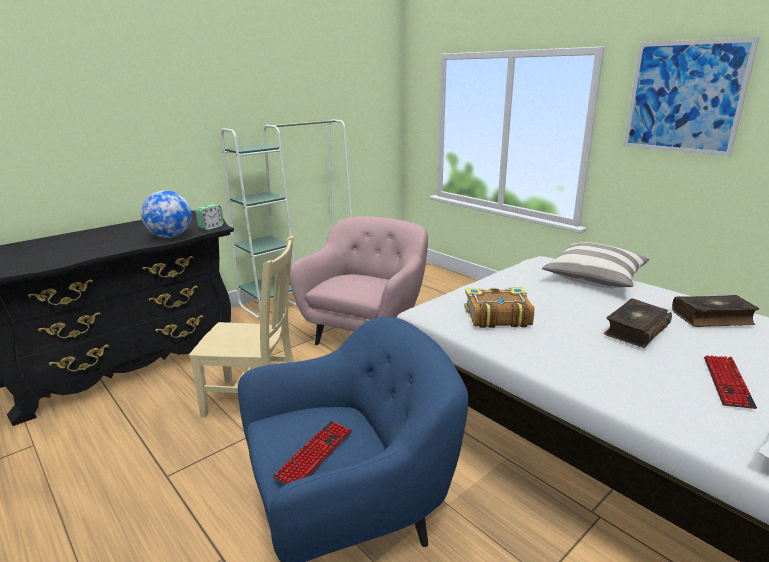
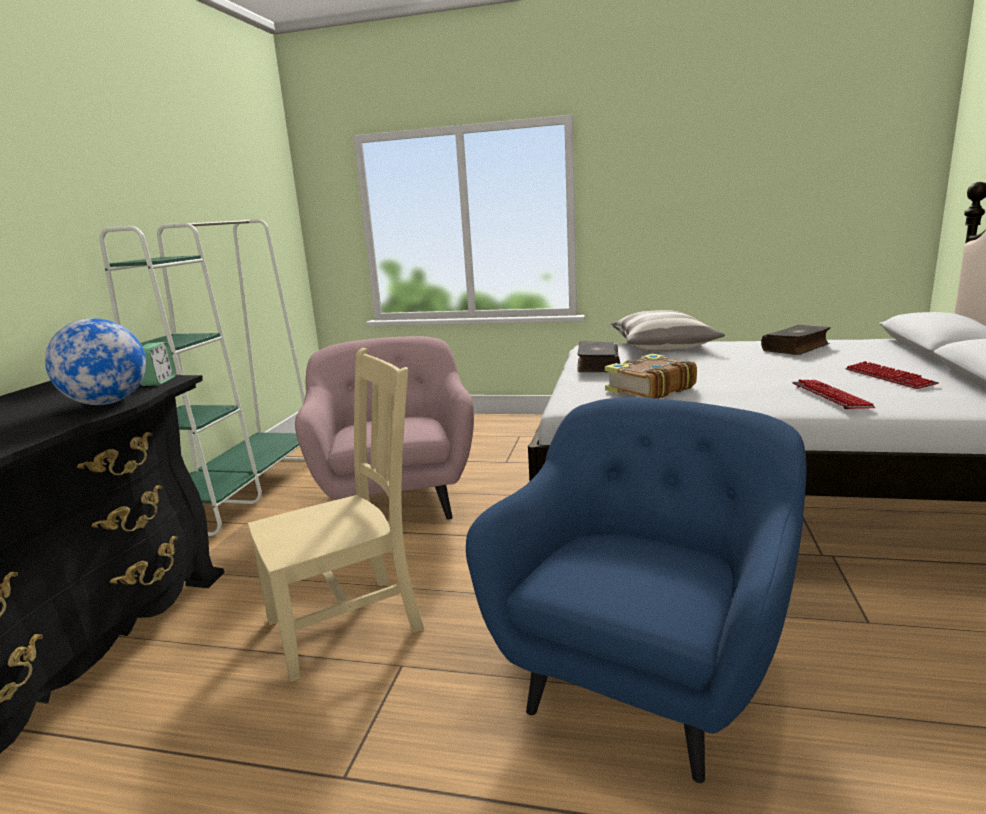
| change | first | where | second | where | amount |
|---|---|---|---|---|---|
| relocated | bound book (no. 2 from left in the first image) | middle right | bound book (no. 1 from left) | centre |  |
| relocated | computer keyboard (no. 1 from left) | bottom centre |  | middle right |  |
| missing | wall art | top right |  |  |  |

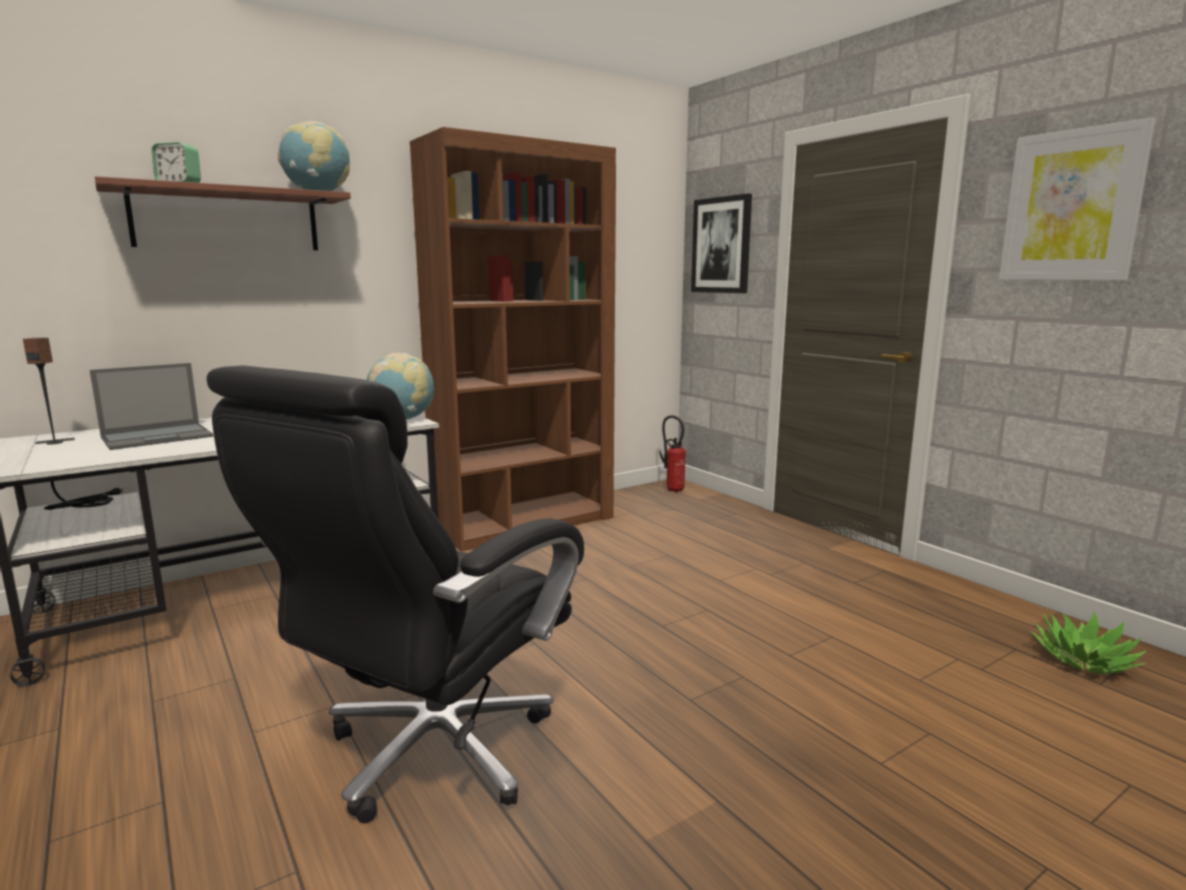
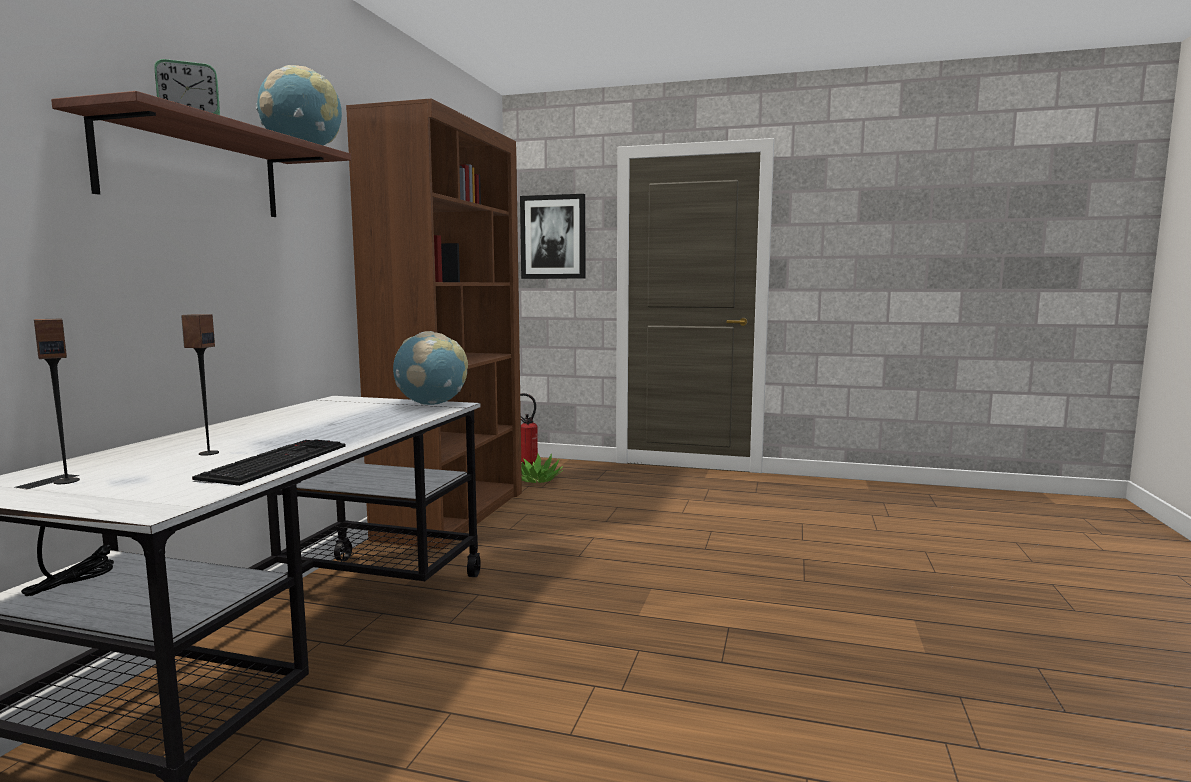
| change | first | where | second | where | amount |
|---|---|---|---|---|---|
| exchanged | portable computer | middle left | audio speaker (no. 2 from left) | middle left |  |
| appeared |  |  | computer keyboard | middle left |  |
| relocated | houseplant | bottom right |  | centre |  |
| missing | blackish computer chair | bottom left |  |  |  |
| missing | wall art (no. 2 from left) | top right |  |  |  |

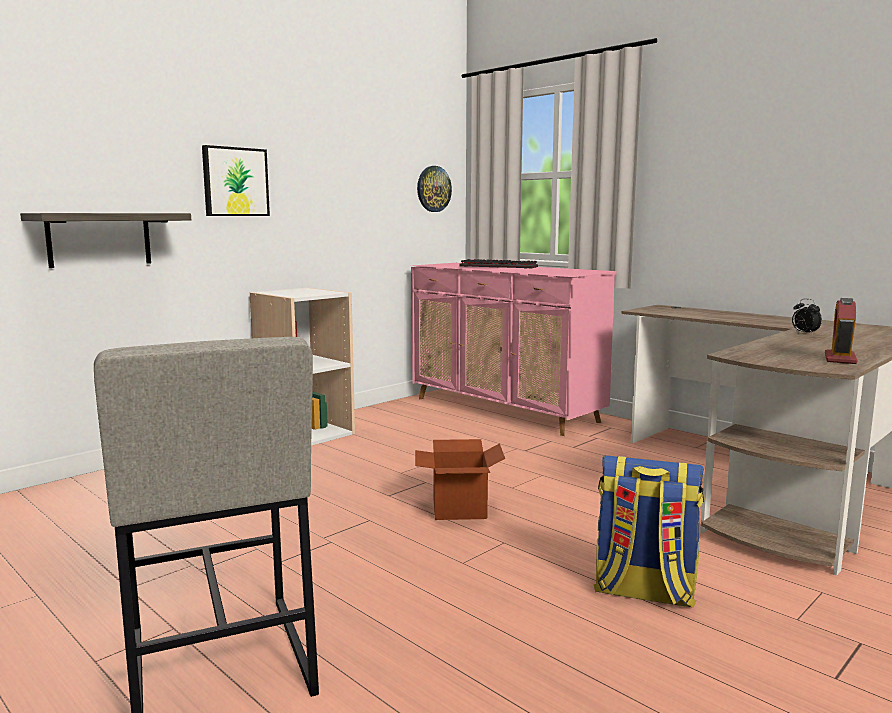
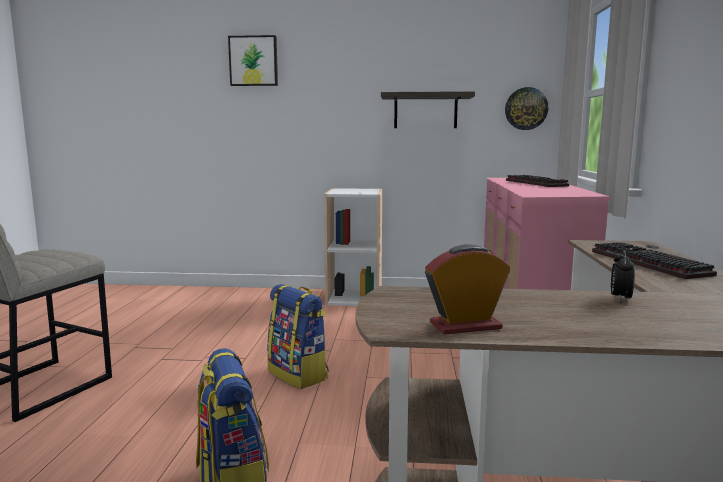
| change | first | where | second | where | amount |
|---|---|---|---|---|---|
| relocated | wall art | top left |  | top centre |  |
| exchanged | cardboard box | bottom centre | knapsack (no. 2 from left) | bottom centre |  |
| relocated | wall shelf | middle left |  | top centre |  |
| appeared |  |  | computer keyboard (no. 2 from left) | middle right |  |

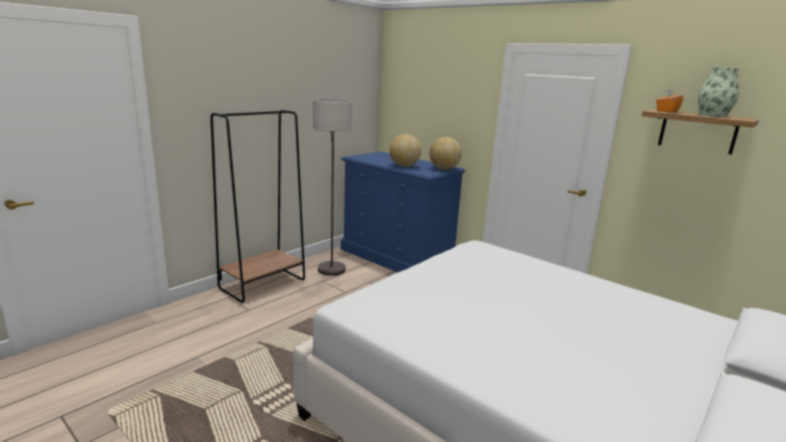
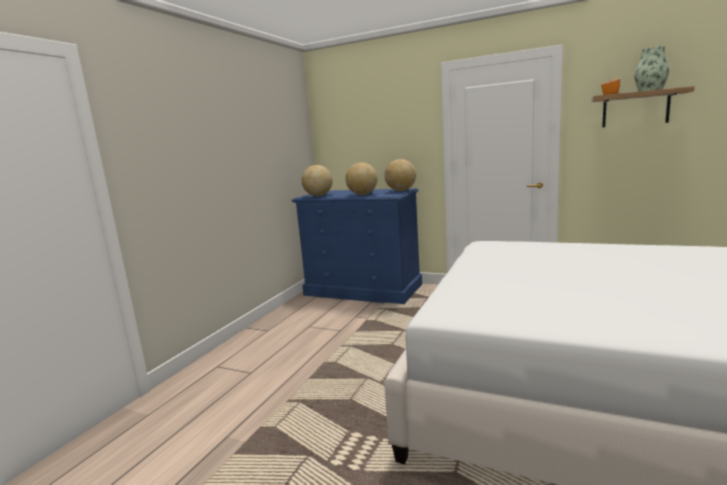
| change | first | where | second | where | amount |
|---|---|---|---|---|---|
| appeared |  |  | world globe (no. 1 from left) | centre |  |
| missing | clothes rack | middle left |  |  |  |
| missing | grey standard lamp | centre |  |  |  |

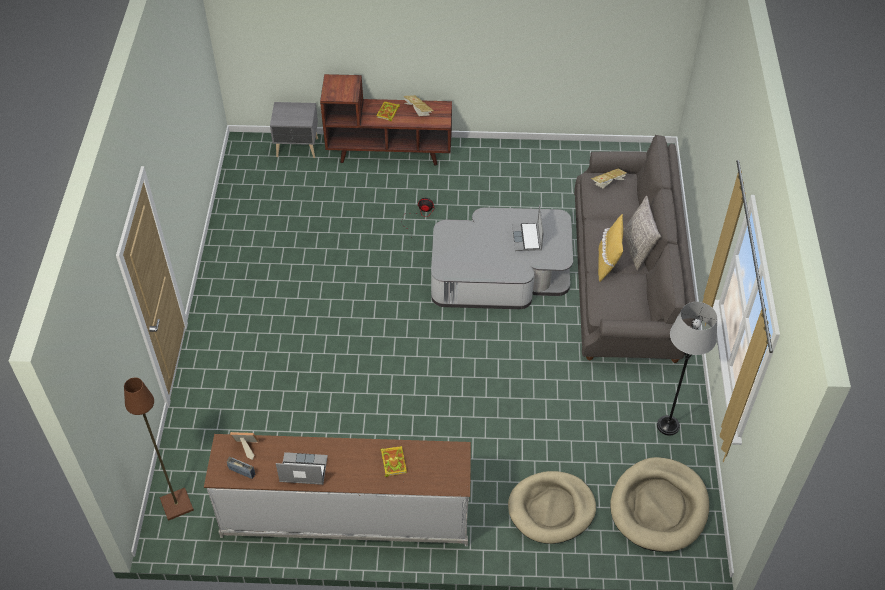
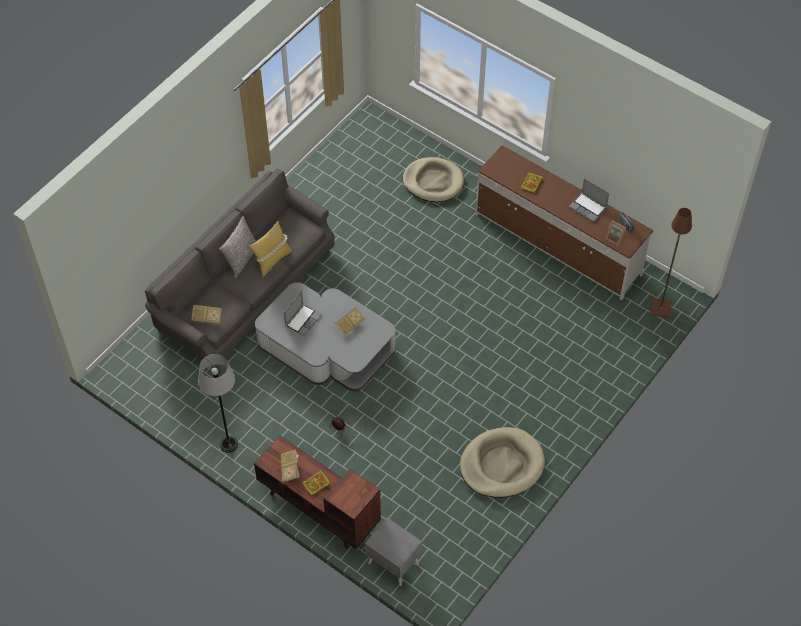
| change | first | where | second | where | amount |
|---|---|---|---|---|---|
| relocated | grey standard lamp | middle right |  | middle left |  |
| appeared |  |  | bound book (no. 4 from left) | centre |  |
| relocated | beige dog bed (no. 2 from left) | bottom right |  | bottom centre |  |

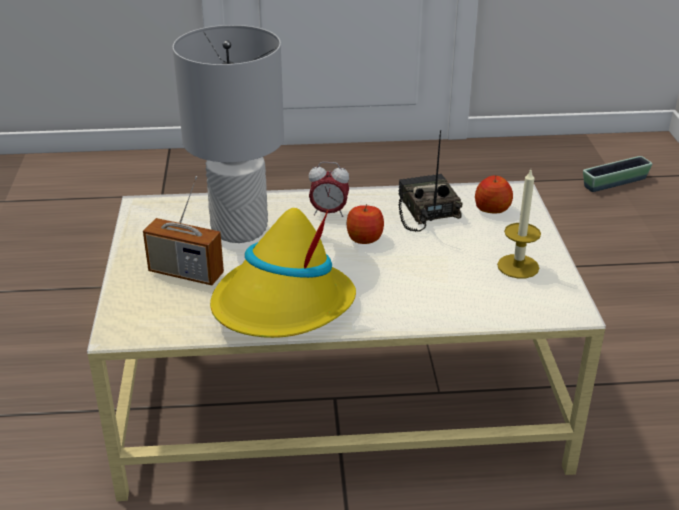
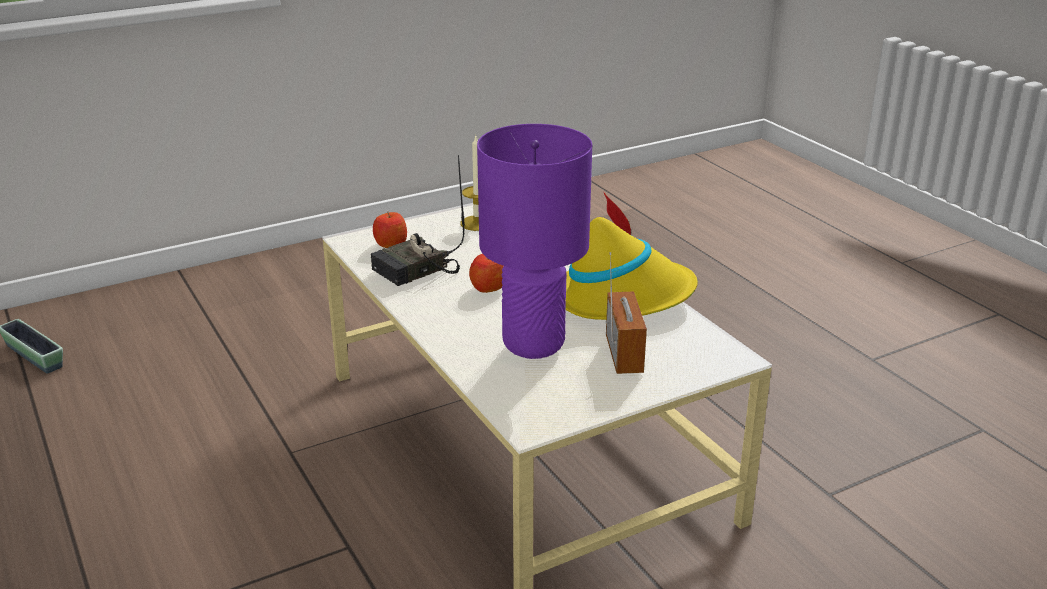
| change | first | where | second | where | amount |
|---|---|---|---|---|---|
| colour | grey lamp for a table | top centre | purple-coloured lamp for a table | centre |  |
| missing | bedside clock | centre |  |  |  |

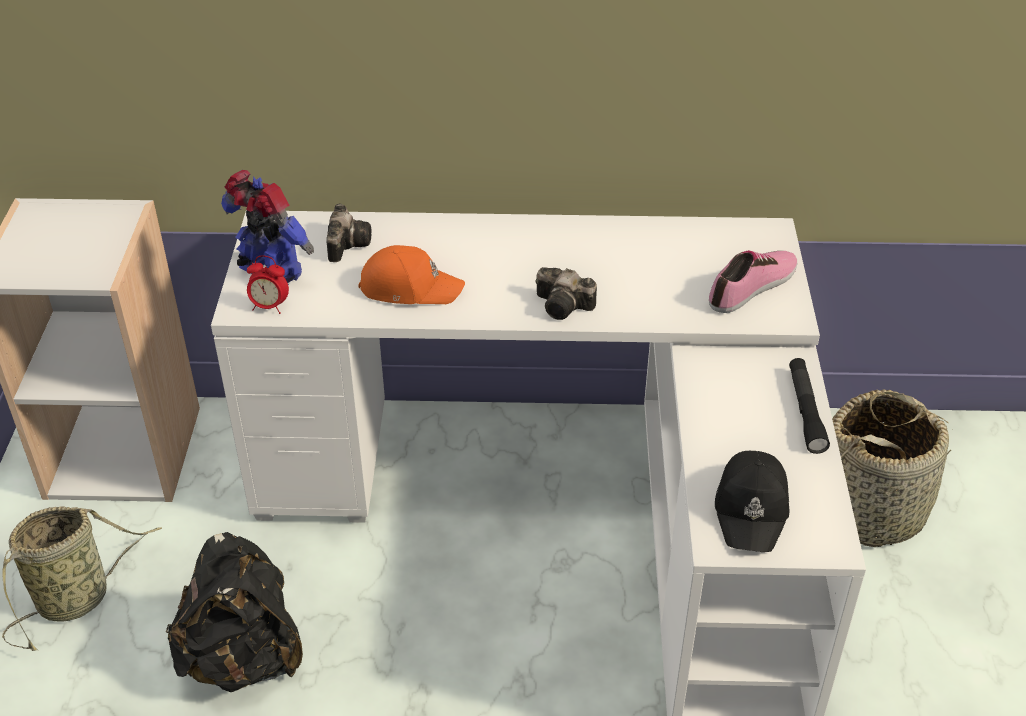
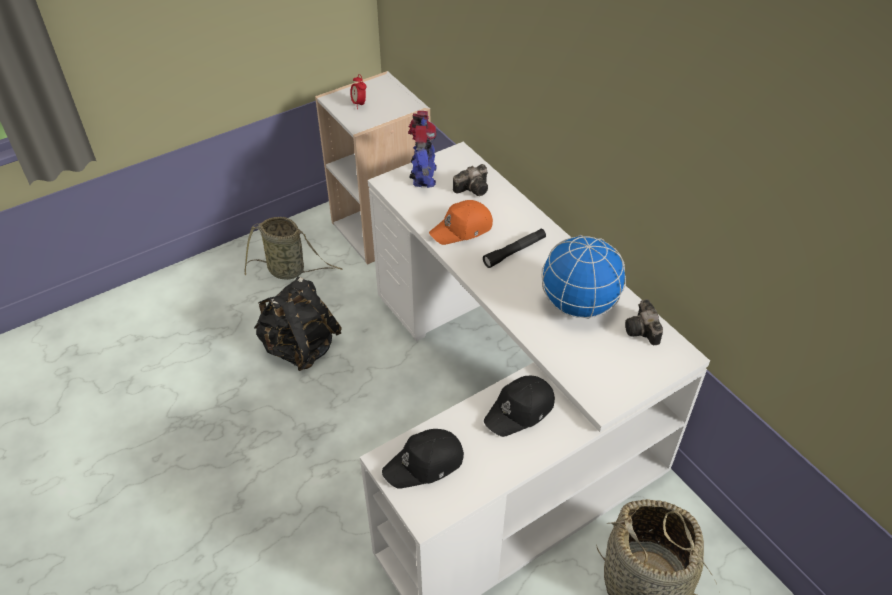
| change | first | where | second | where | amount |
|---|---|---|---|---|---|
| relocated | bedside clock | middle left |  | top centre |  |
| spun | orangey baseball cap | centre |  | centre | 90 degrees clockwise |
| relocated | blackish flashlight | middle right |  | centre |  |
| appeared |  |  | blackish baseball cap (no. 2 from left) | bottom centre |  |
| appeared |  |  | world globe | centre |  |
| relocated | still camera (no. 2 from left) | centre |  | middle right |  |
| missing | item of footwear | middle right |  |  |  |

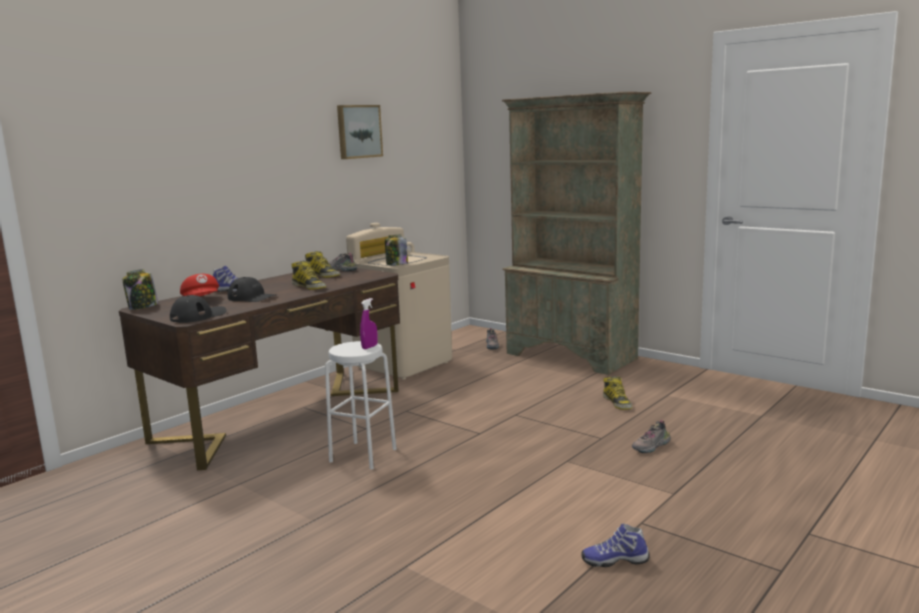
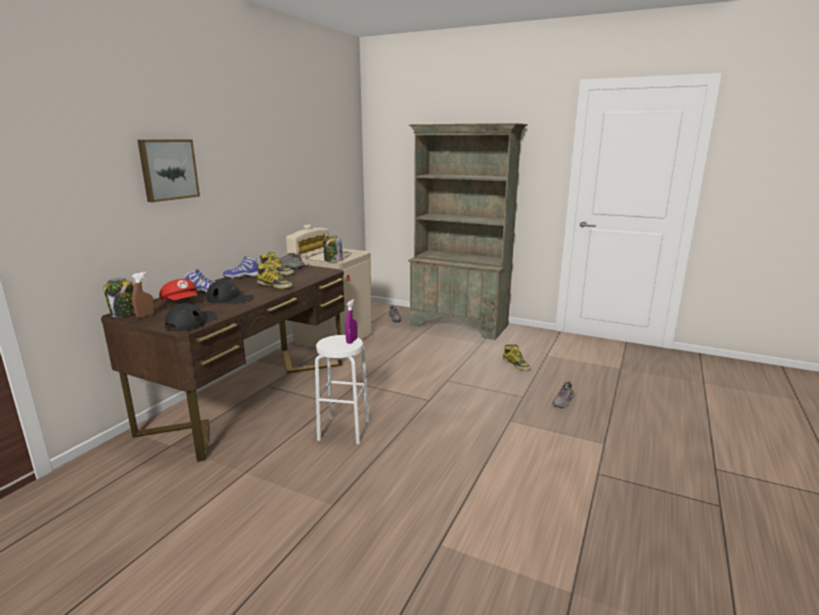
| change | first | where | second | where | amount |
|---|---|---|---|---|---|
| appeared |  |  | brown-coloured sprayer | middle left |  |
| relocated | wall art | top centre |  | top left |  |
| relocated | item of footwear (no. 4 from left in the first image) | bottom right | item of footwear (no. 2 from left) | middle left |  |

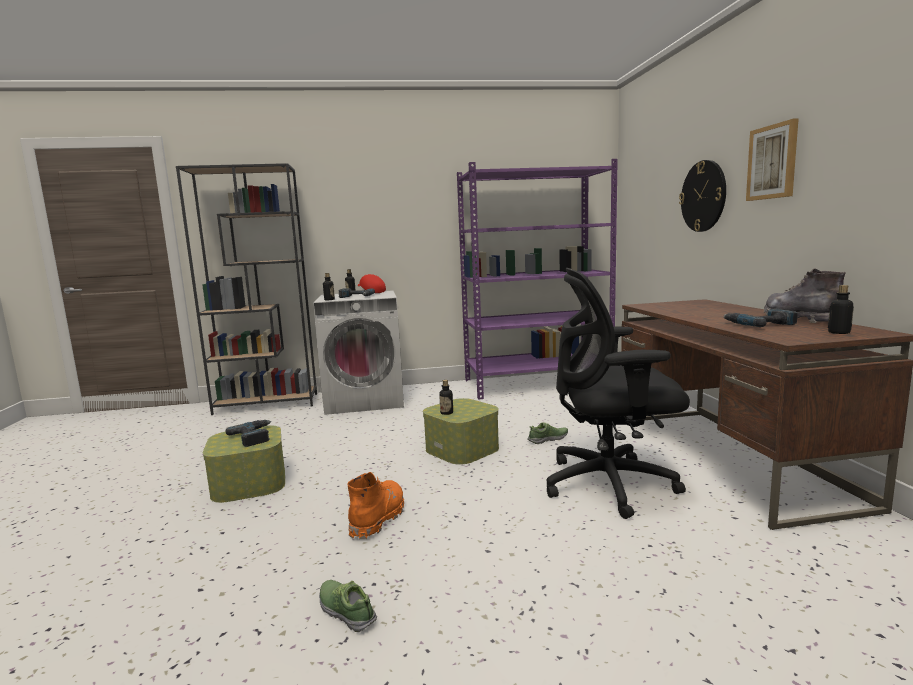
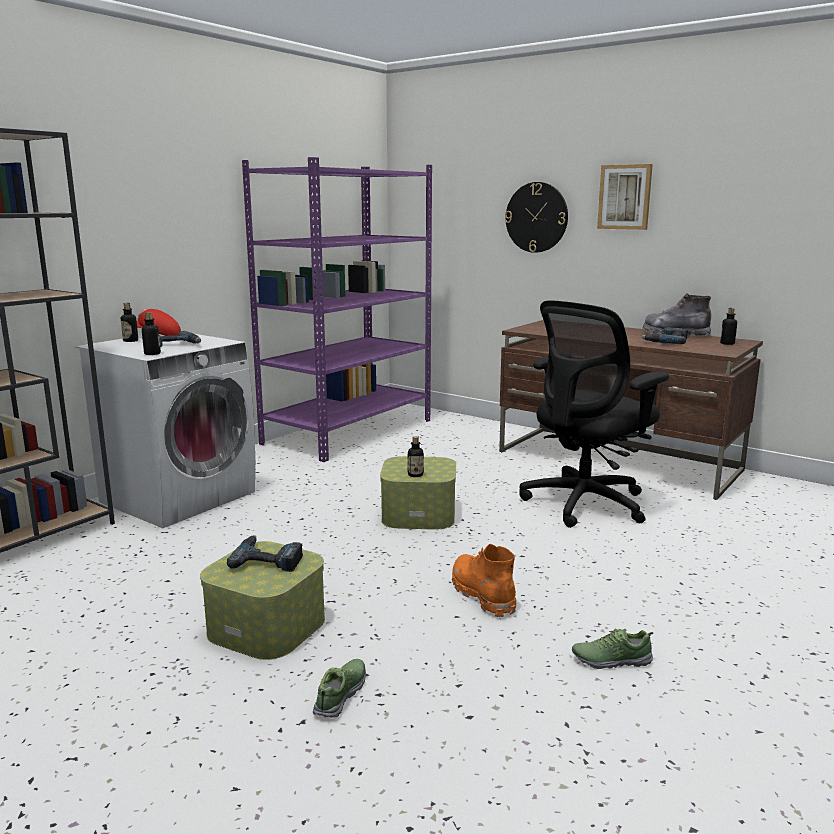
| change | first | where | second | where | amount |
|---|---|---|---|---|---|
| relocated | item of footwear (no. 2 from left in the first image) | centre | item of footwear (no. 1 from left) | bottom centre |  |

